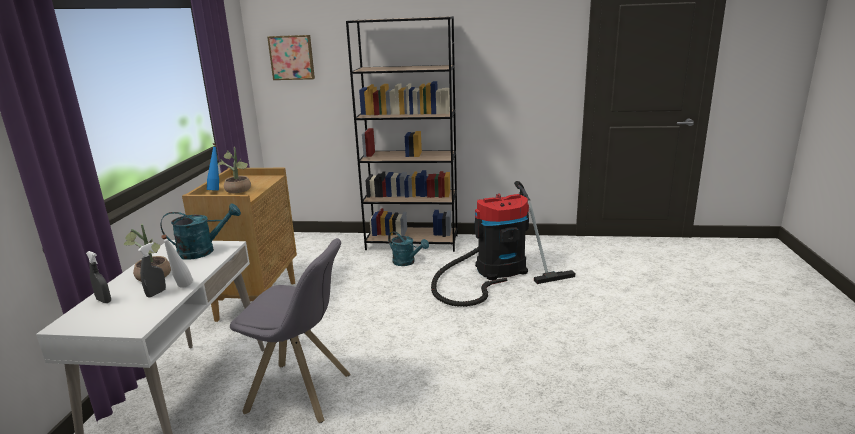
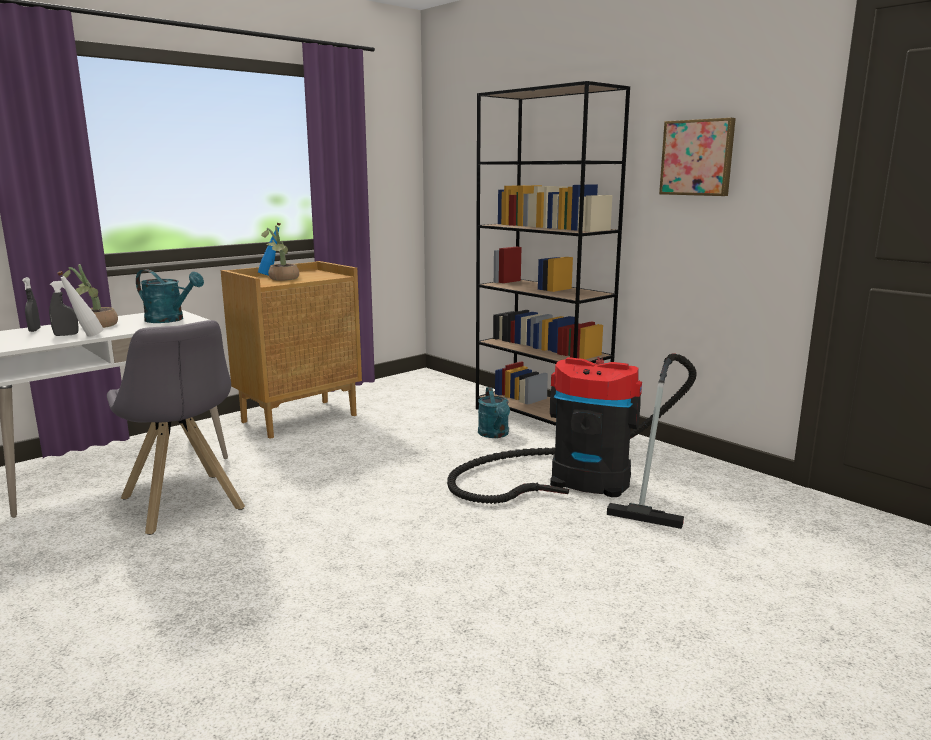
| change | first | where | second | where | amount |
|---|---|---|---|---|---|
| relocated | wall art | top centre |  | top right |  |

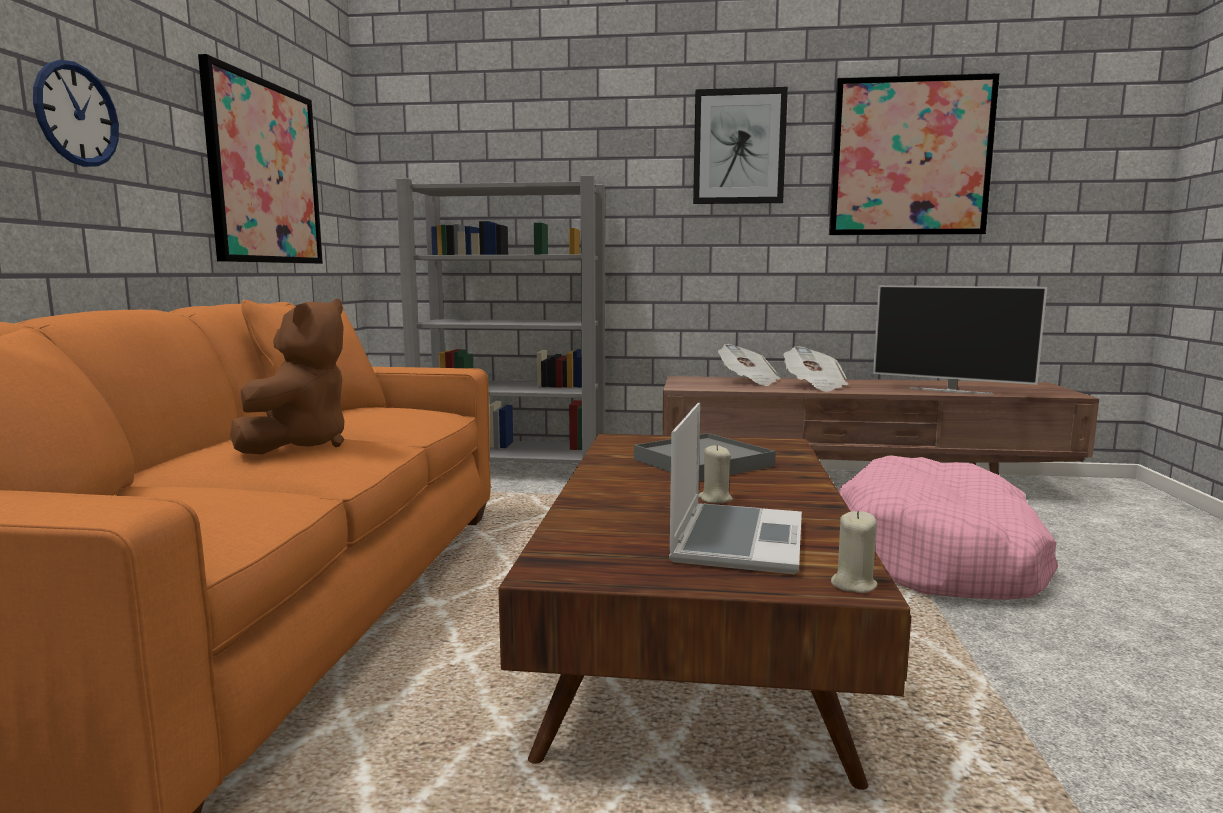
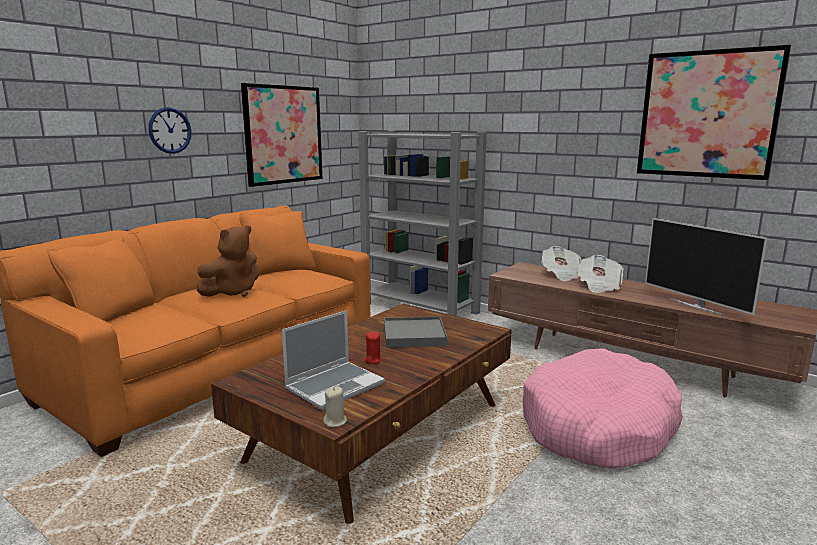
| change | first | where | second | where | amount |
|---|---|---|---|---|---|
| colour | beige wax candle (no. 1 from left) | centre | red wax candle | centre |  |
| missing | wall art (no. 2 from left) | top centre |  |  |  |

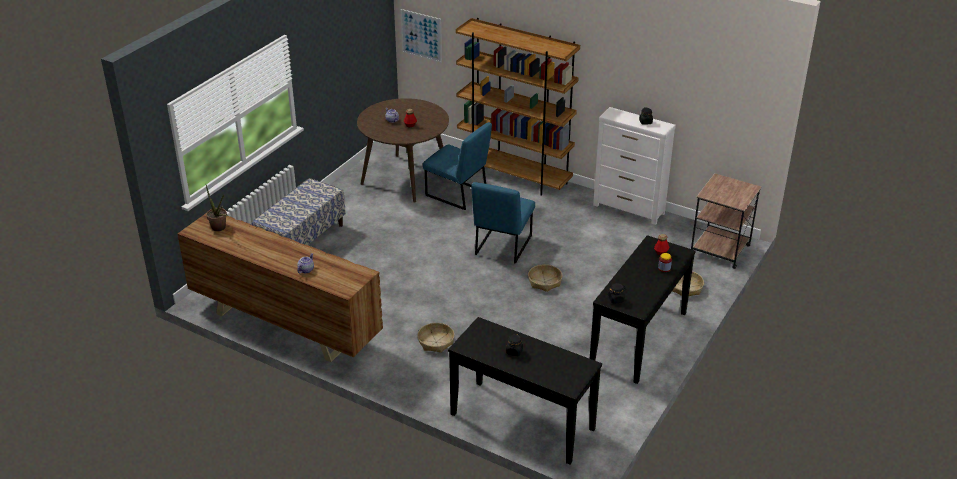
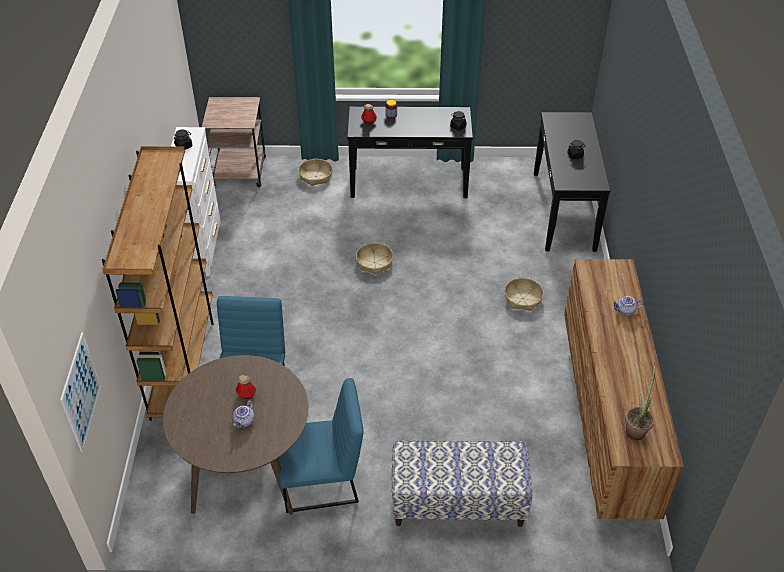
| change | first | where | second | where | amount |
|---|---|---|---|---|---|
| relocated | blue-coloured chair (no. 2 from left) | centre |  | bottom centre |  |

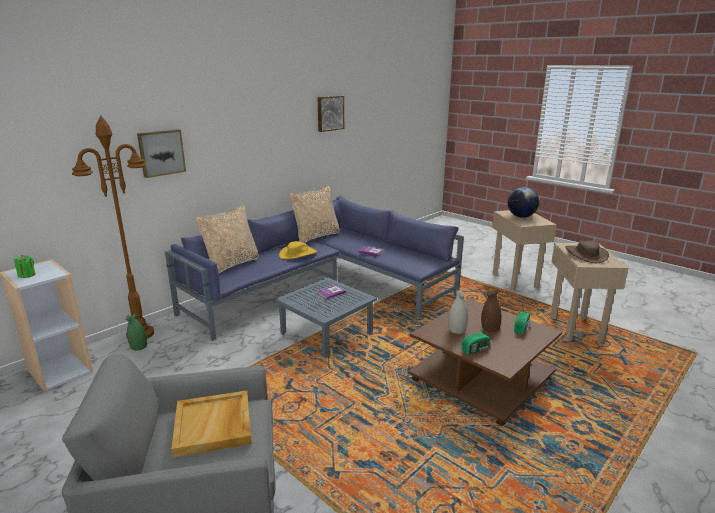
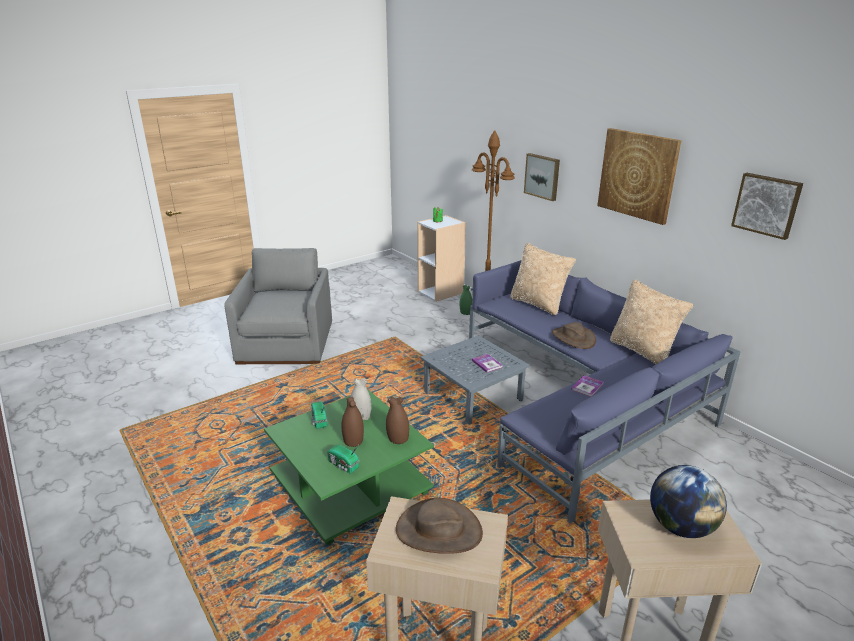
| change | first | where | second | where | amount |
|---|---|---|---|---|---|
| colour | brown-coloured lounge table | bottom right | greenish lounge table | bottom centre |  |
| appeared |  |  | brown-coloured decorative vase (no. 2 from left) | centre |  |
| colour | yellow-coloured wearable hat | centre | brown-coloured wearable hat (no. 2 from left) | middle right |  |
| appeared |  |  | wall art (no. 2 from left) | top right |  |
| missing | beige serving tray | bottom left |  |  |  |

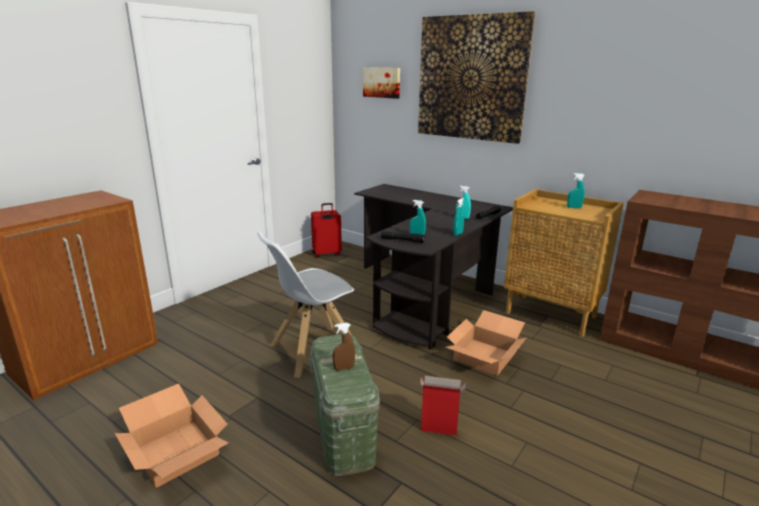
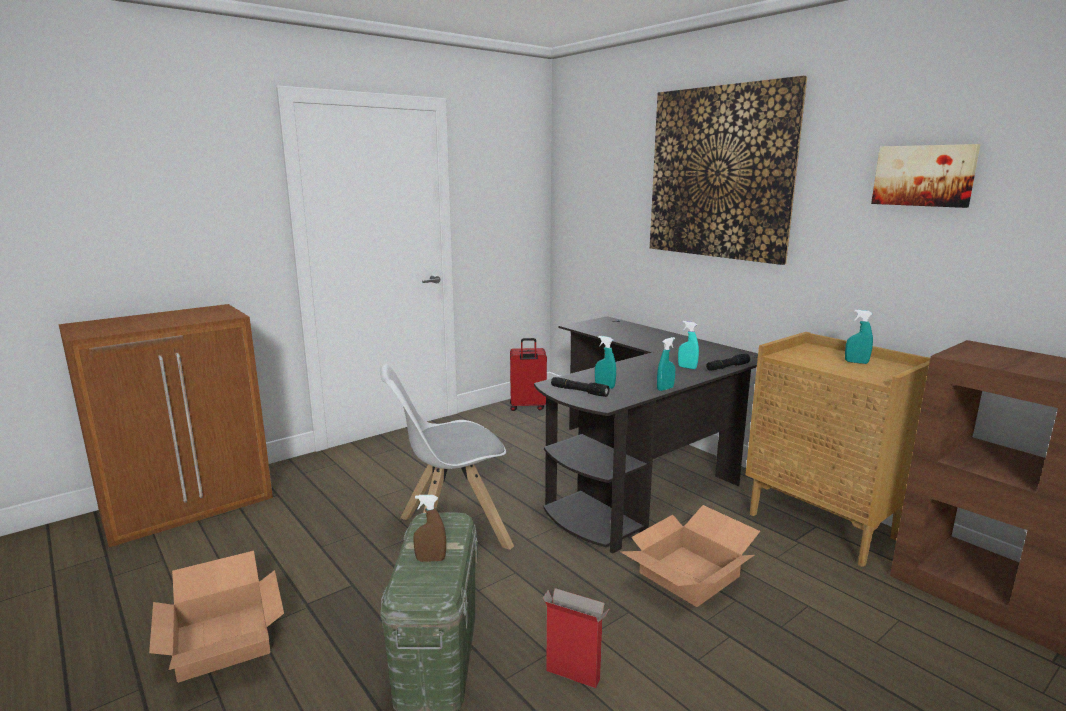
| change | first | where | second | where | amount |
|---|---|---|---|---|---|
| relocated | wall art (no. 1 from left in the first image) | top centre | wall art (no. 2 from left) | top right |  |

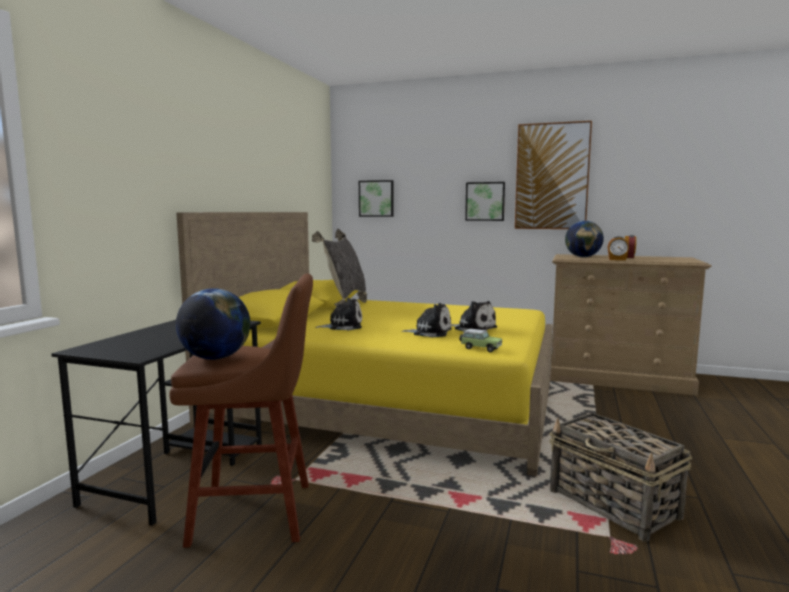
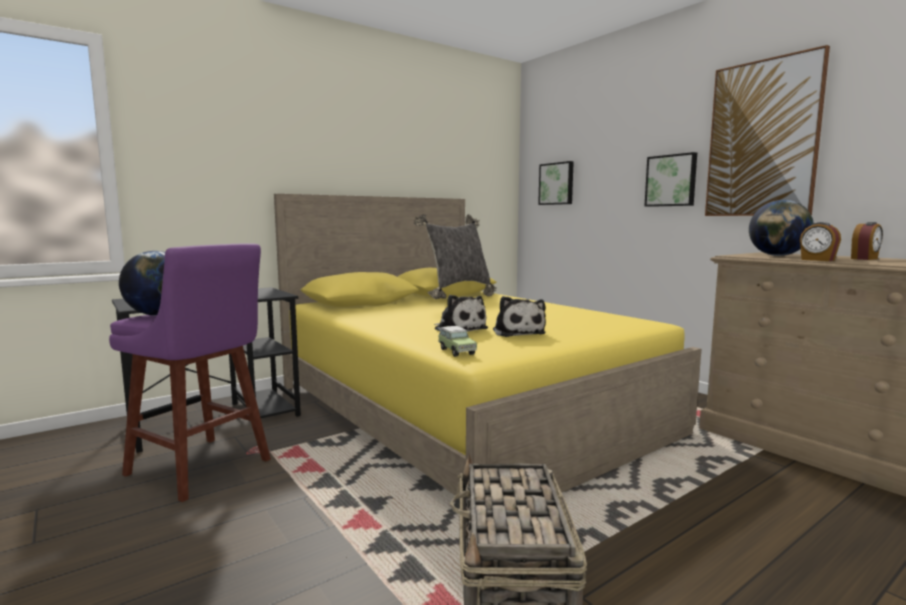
| change | first | where | second | where | amount |
|---|---|---|---|---|---|
| colour | brown-coloured stool | bottom left | purple-coloured stool | middle left |  |
| missing | plush toy (no. 1 from left) | centre |  |  |  |

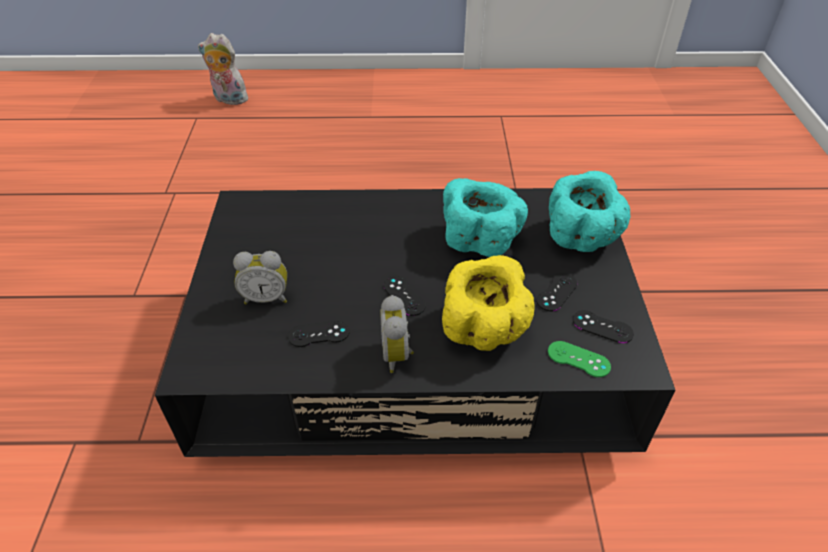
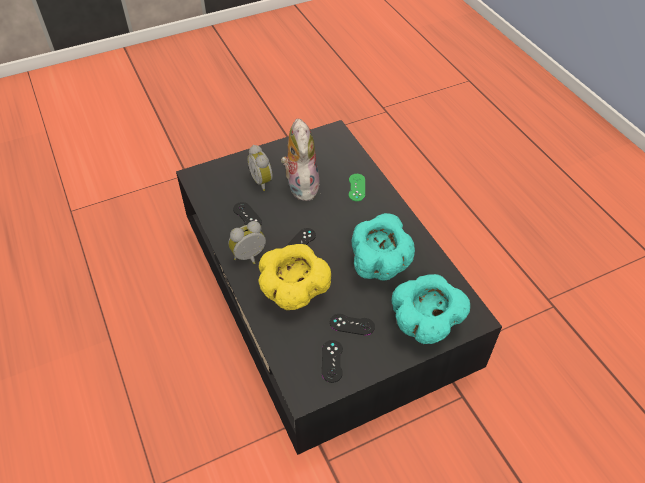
| change | first | where | second | where | amount |
|---|---|---|---|---|---|
| relocated | plush toy | top left |  | top centre |  |
| relocated | greenish joypad | middle right |  | centre |  |

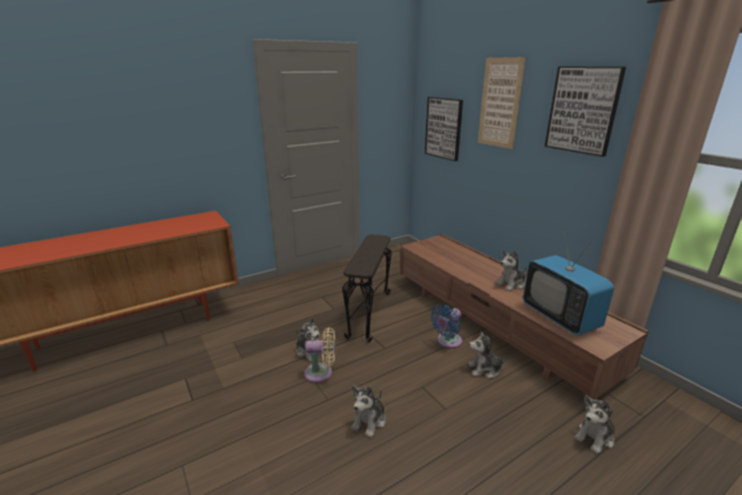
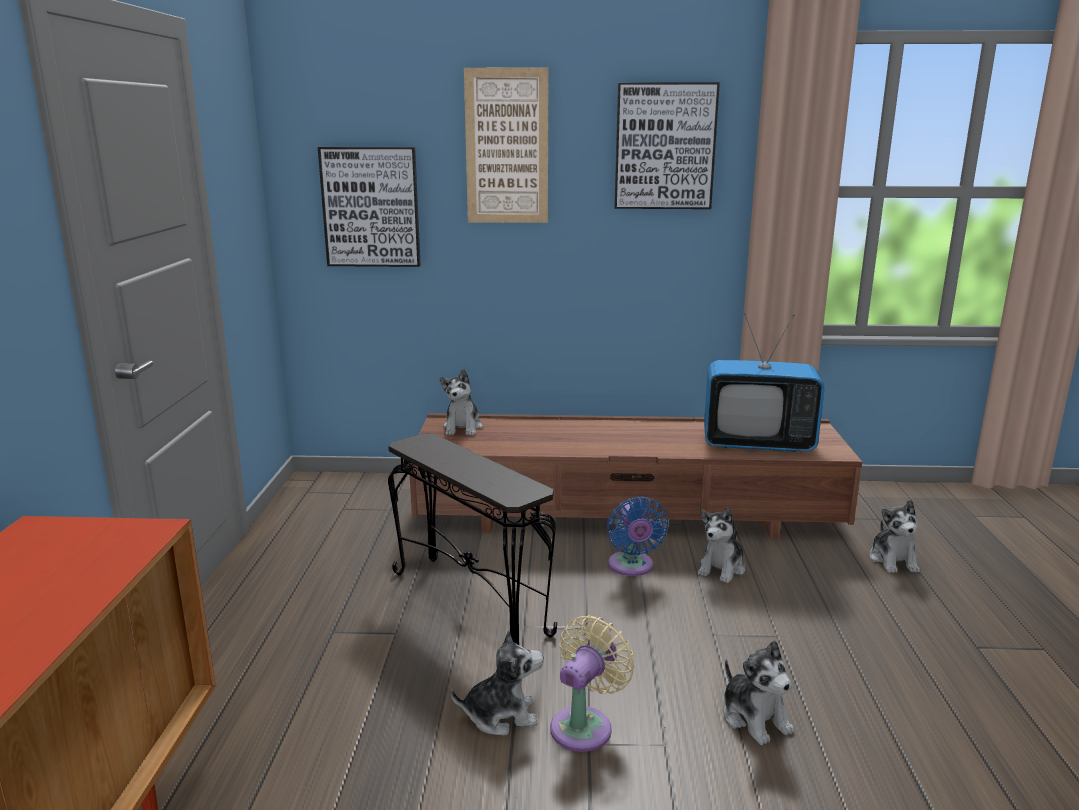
| change | first | where | second | where | amount |
|---|---|---|---|---|---|
| relocated | plush toy (no. 4 from left in the first image) | middle right | plush toy (no. 1 from left) | centre |  |

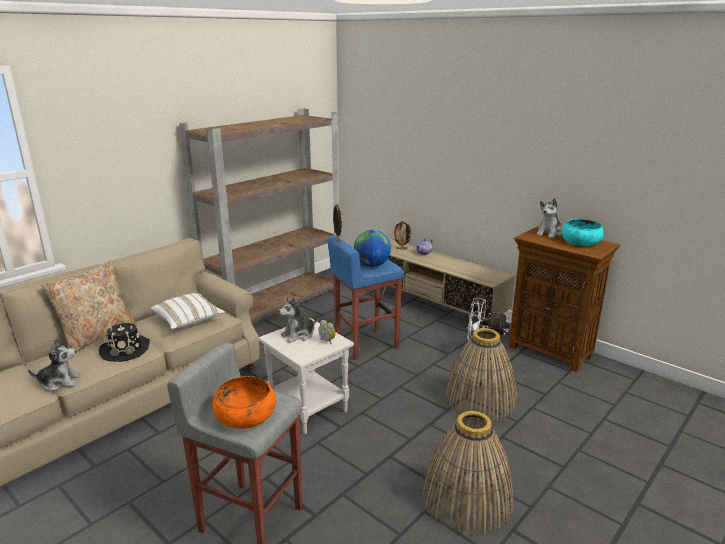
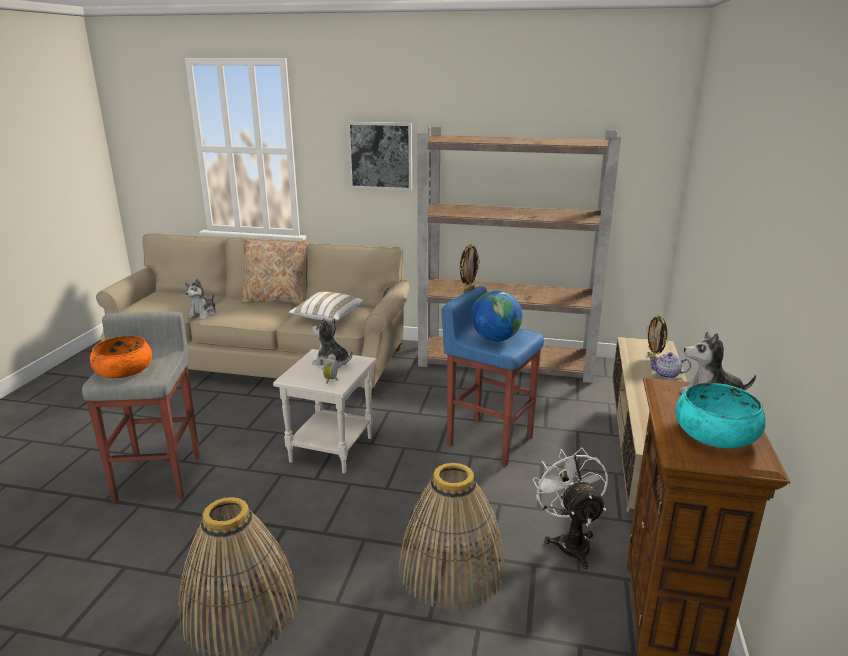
| change | first | where | second | where | amount |
|---|---|---|---|---|---|
| spun | plush toy (no. 1 from left) | bottom left |  | middle left | 60 degrees clockwise |
| appeared |  |  | wall art | top centre |  |
| missing | blackish wearable hat | middle left |  |  |  |

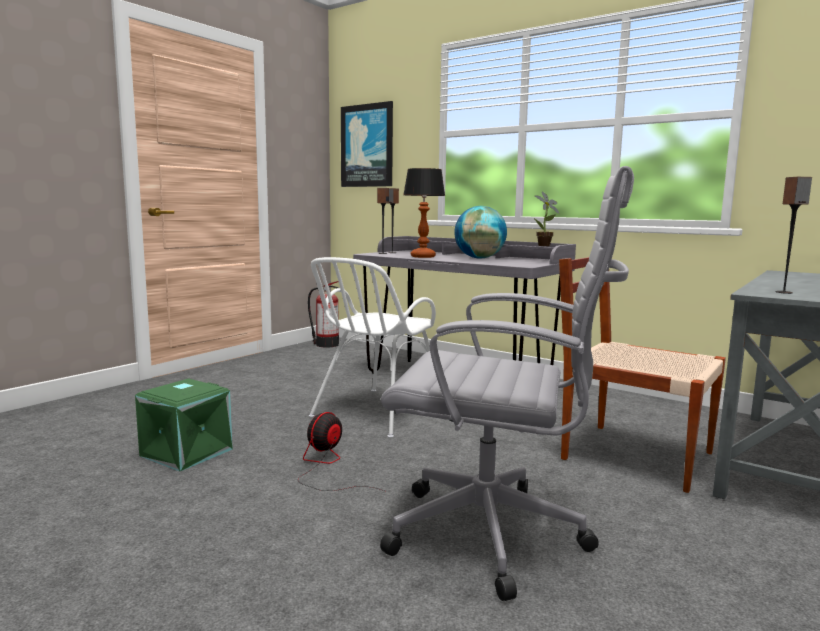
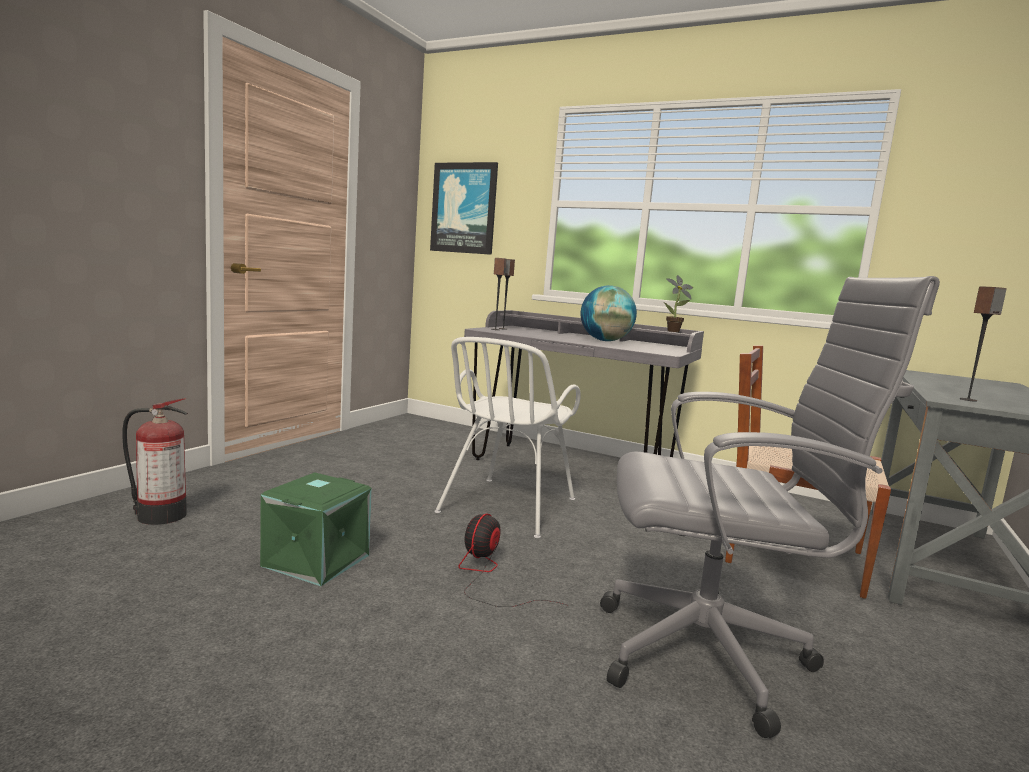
| change | first | where | second | where | amount |
|---|---|---|---|---|---|
| relocated | fire-fighting cylinder | centre |  | middle left |  |
| missing | lamp for a table | centre |  |  |  |

